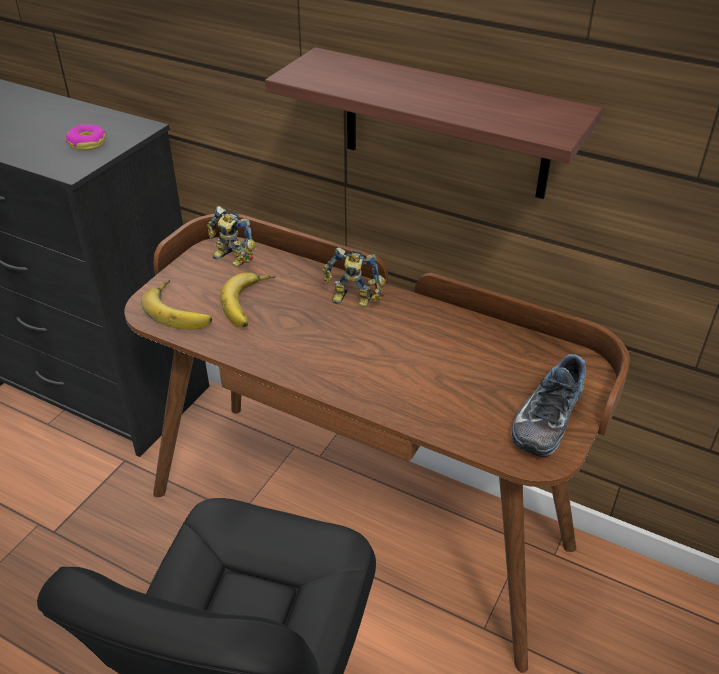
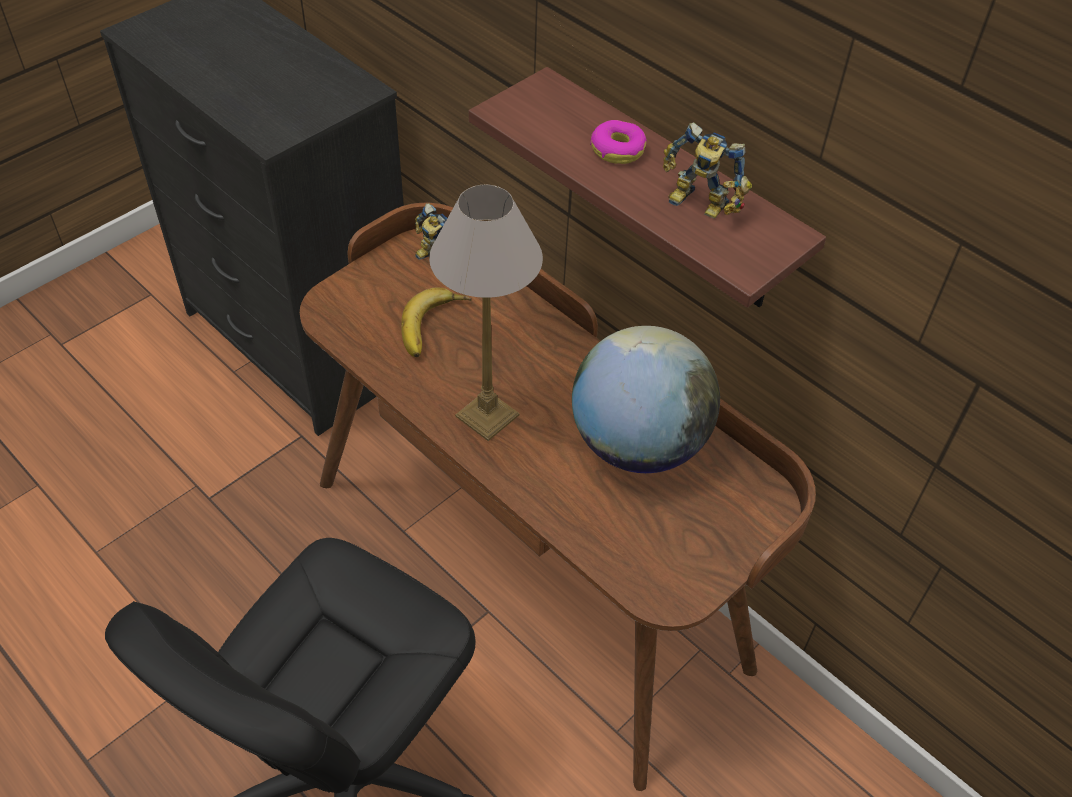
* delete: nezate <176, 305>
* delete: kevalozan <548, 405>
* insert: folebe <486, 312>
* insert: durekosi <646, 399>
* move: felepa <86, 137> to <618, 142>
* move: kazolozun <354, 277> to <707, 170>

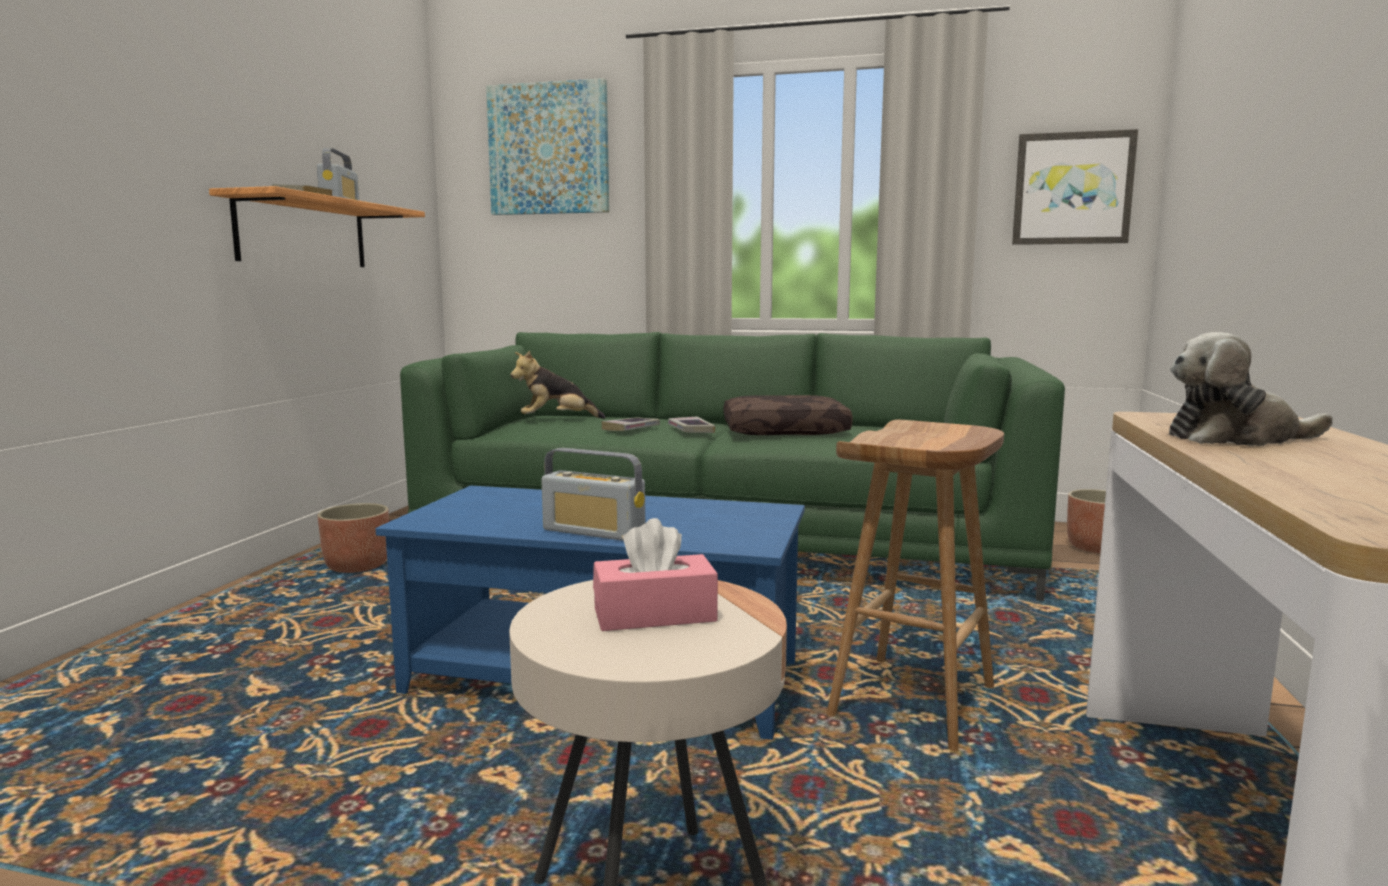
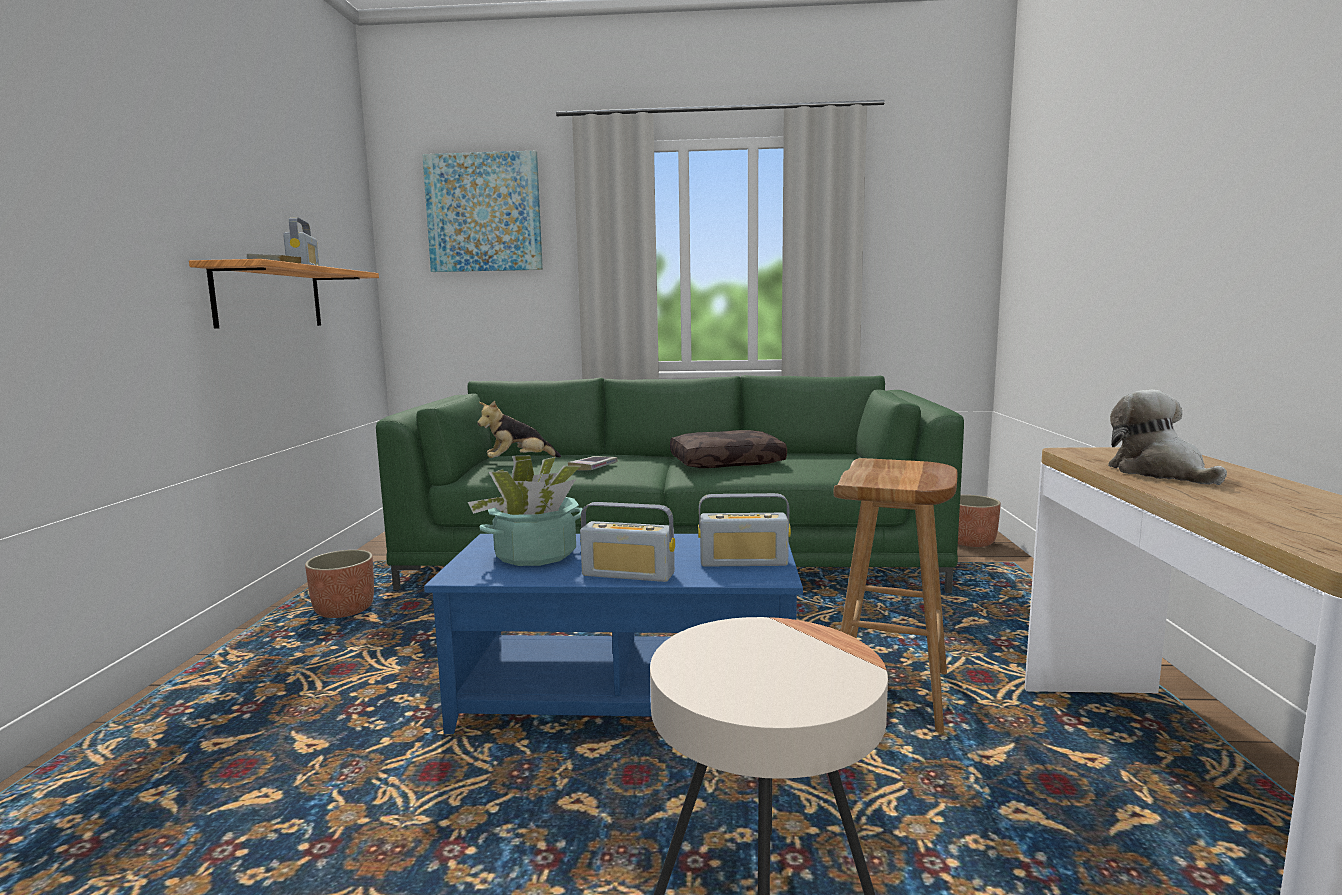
* delete: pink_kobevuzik <655, 574>
* delete: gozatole <691, 424>
* delete: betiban <1075, 187>
* insert: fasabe <525, 510>
* insert: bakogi <744, 530>
* rotate: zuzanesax <1251, 389> = <1167, 437> 90 degrees clockwise

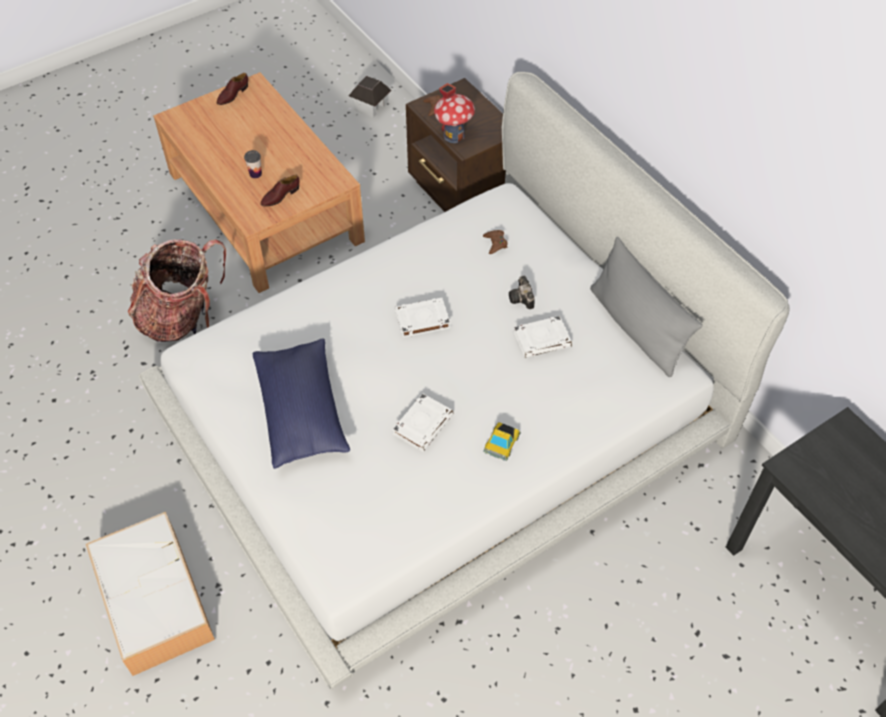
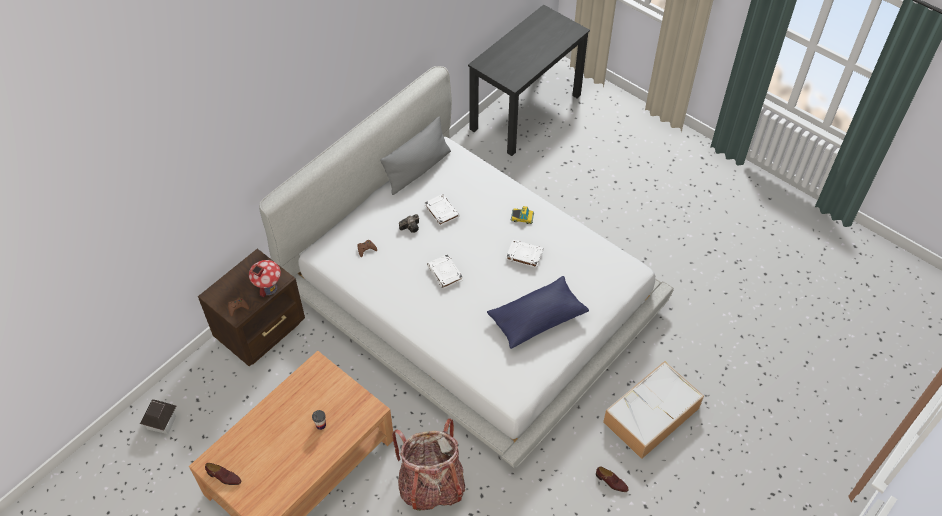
* move: brown_kevalozan <280, 191> to <612, 479>

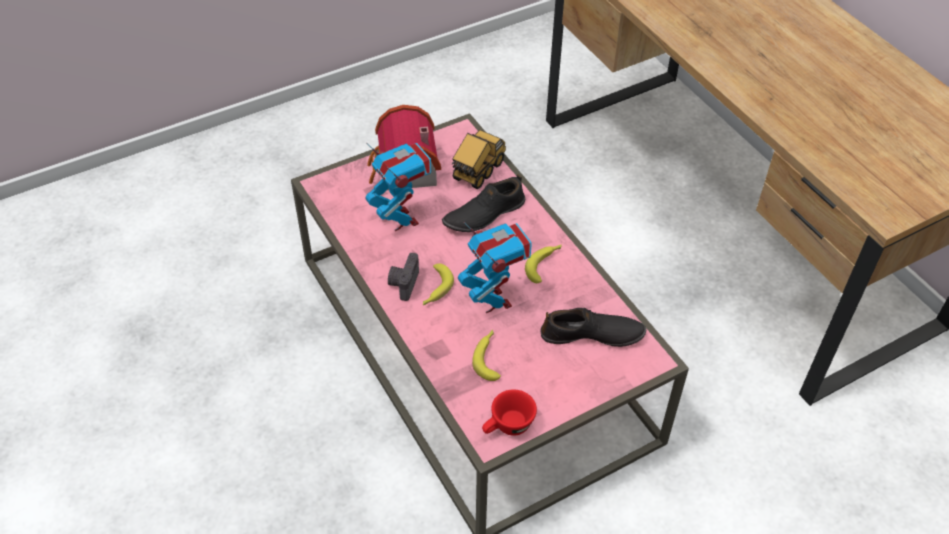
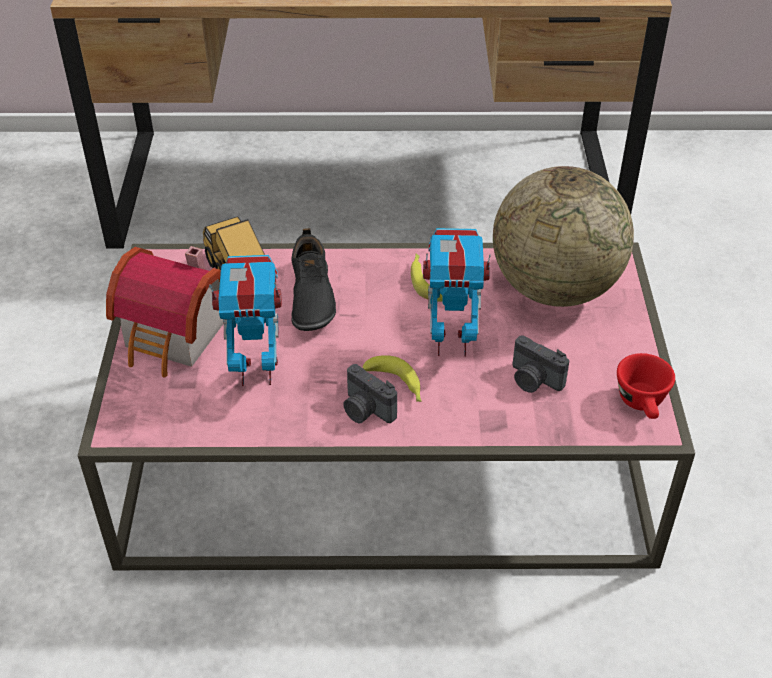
* replace: nezate <486, 355> to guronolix <541, 364>
* replace: black_kevalozan <593, 327> to durekosi <563, 236>

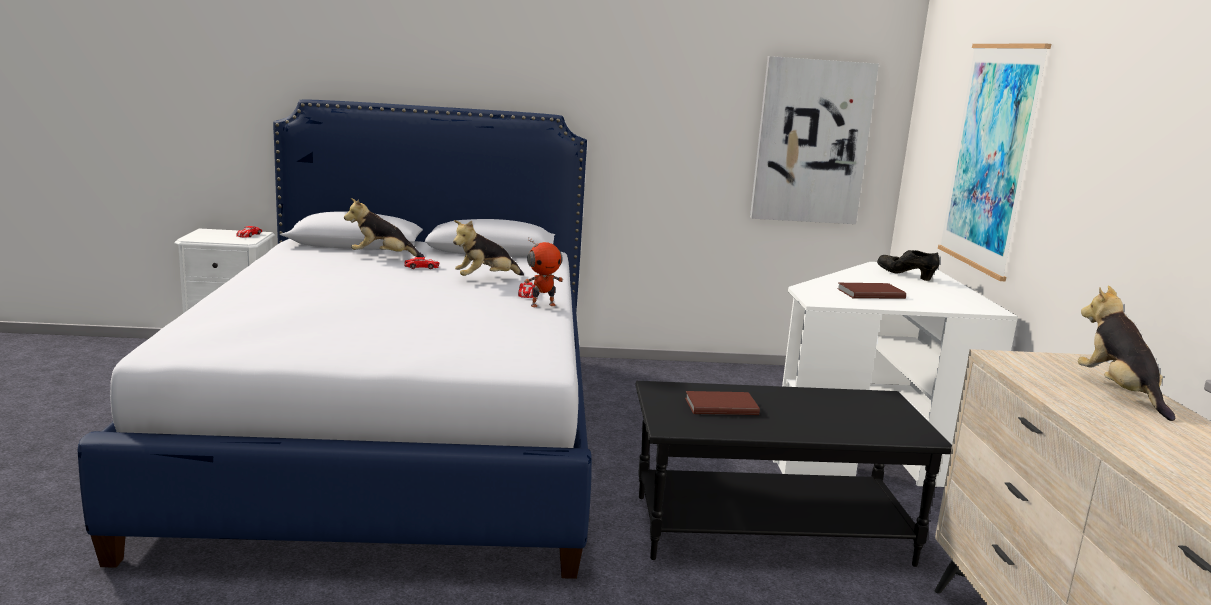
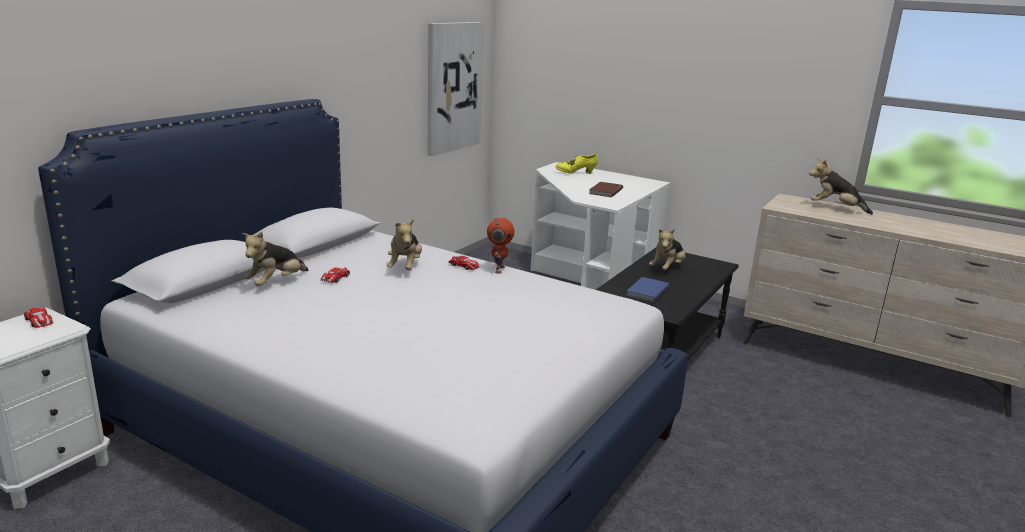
* delete: betiban <994, 162>
* insert: zuzanesax <667, 249>
* recolor: brown_gozatole <722, 403> to blue_gozatole <648, 289>
* recolor: black_kevalozan <908, 265> to yellow_kevalozan <577, 164>

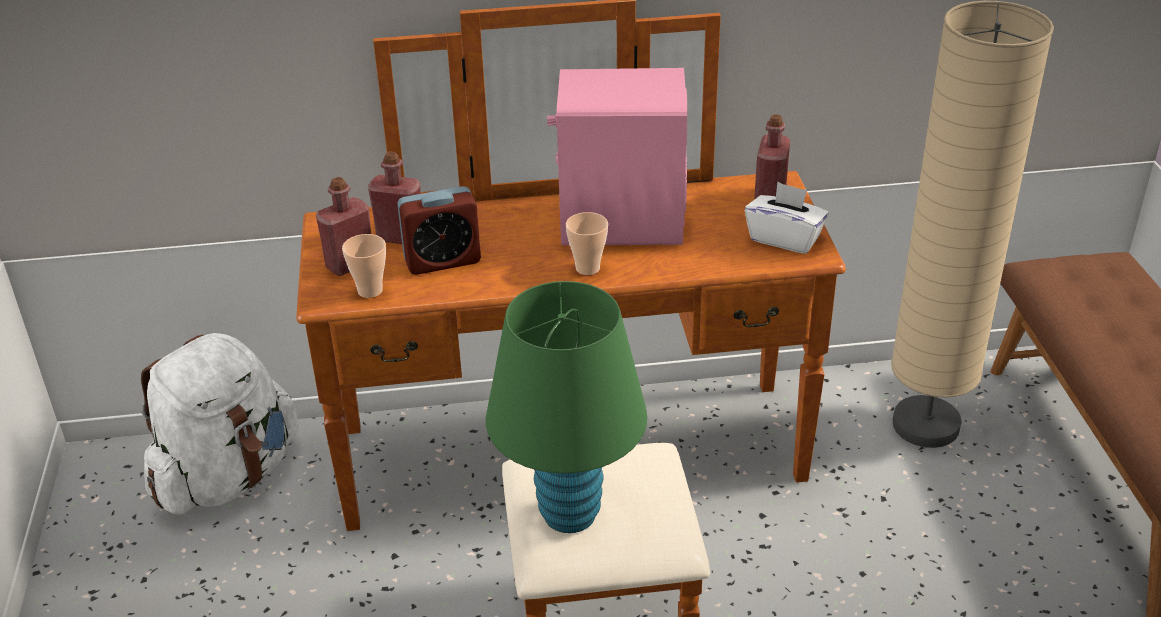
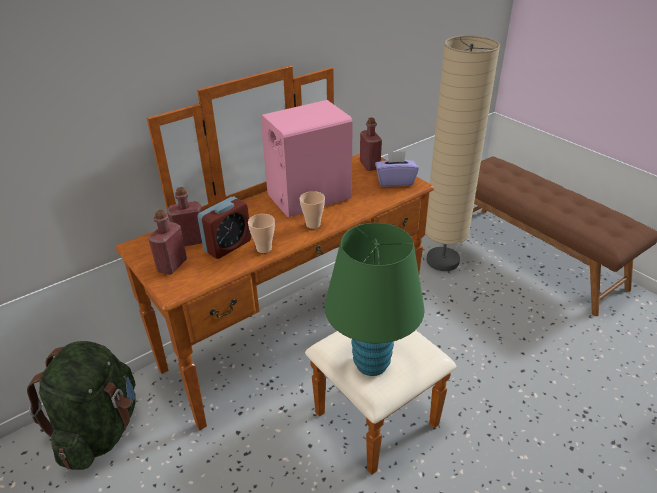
* move: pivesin <364, 266> to <261, 233>
* recolor: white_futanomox <220, 423> to green_futanomox <81, 405>
* recolor: white_kobevuzik <787, 218> to purple_kobevuzik <397, 169>

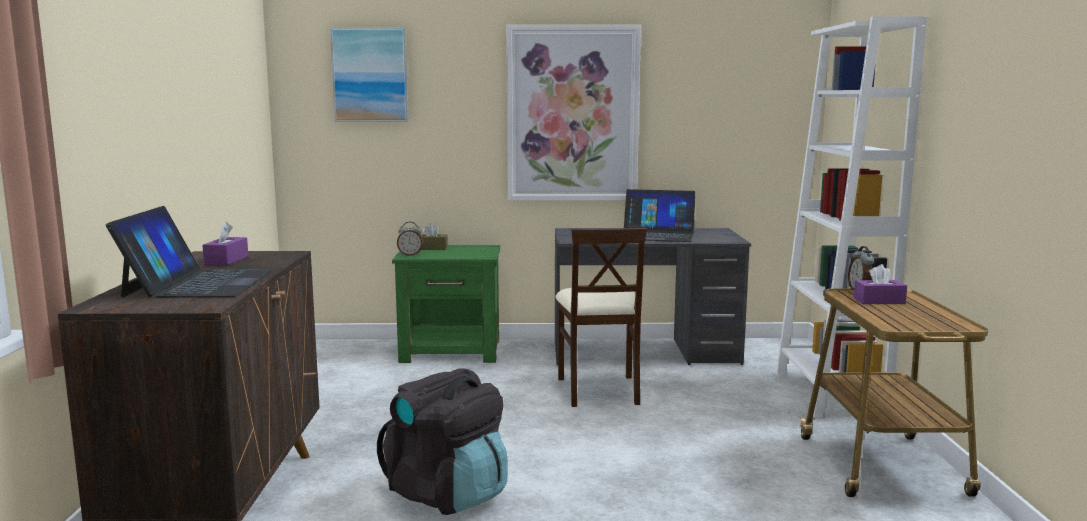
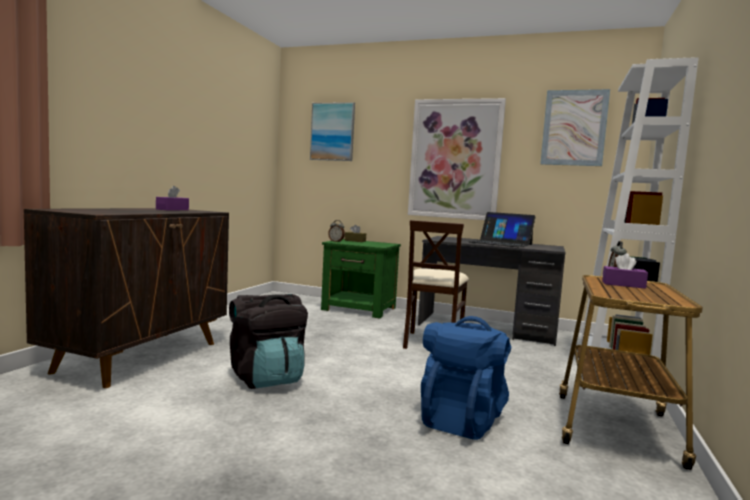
* delete: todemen <189, 252>
* insert: blue_futanomox <466, 378>
* insert: betiban <575, 127>

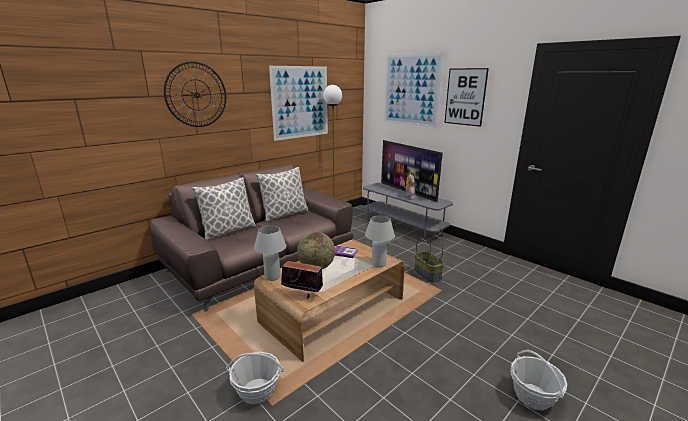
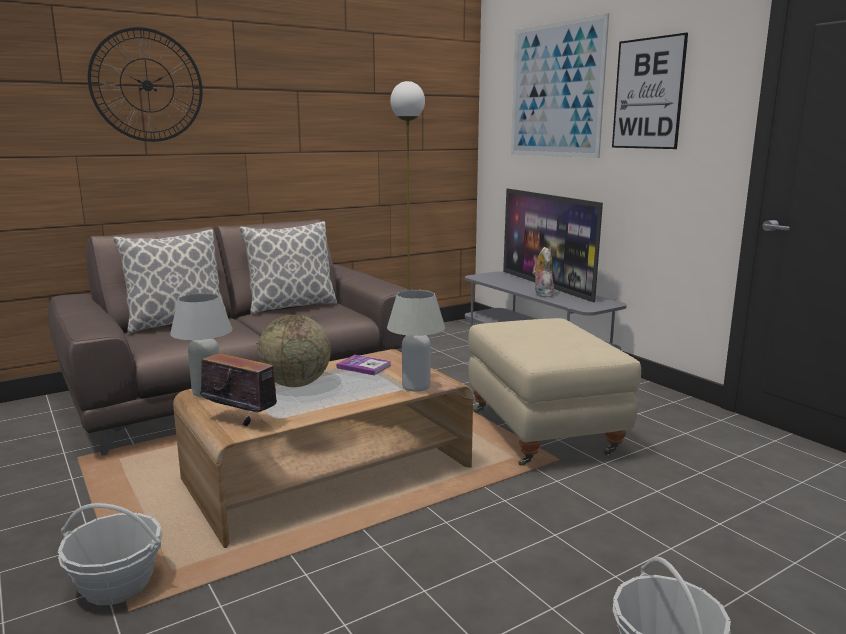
* delete: betiban <298, 103>
* replace: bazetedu <429, 259> to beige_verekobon <555, 392>

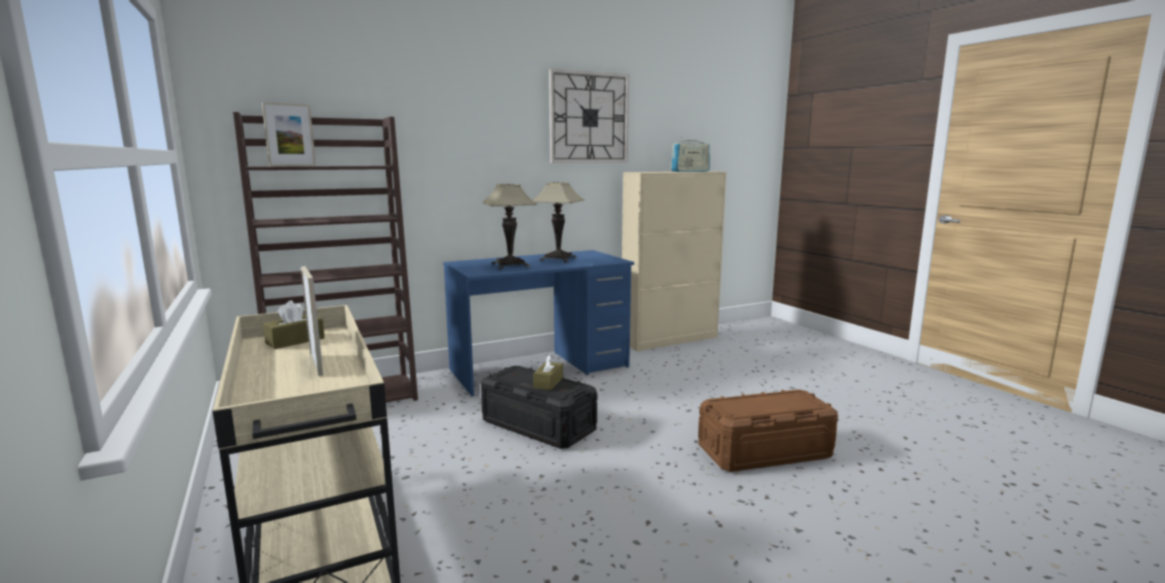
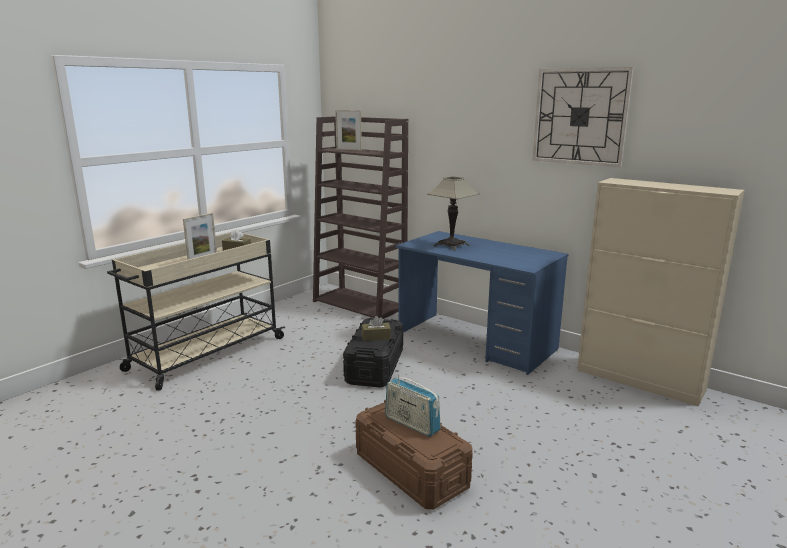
* delete: folebe <558, 222>
* move: bakogi <690, 154> to <413, 405>

